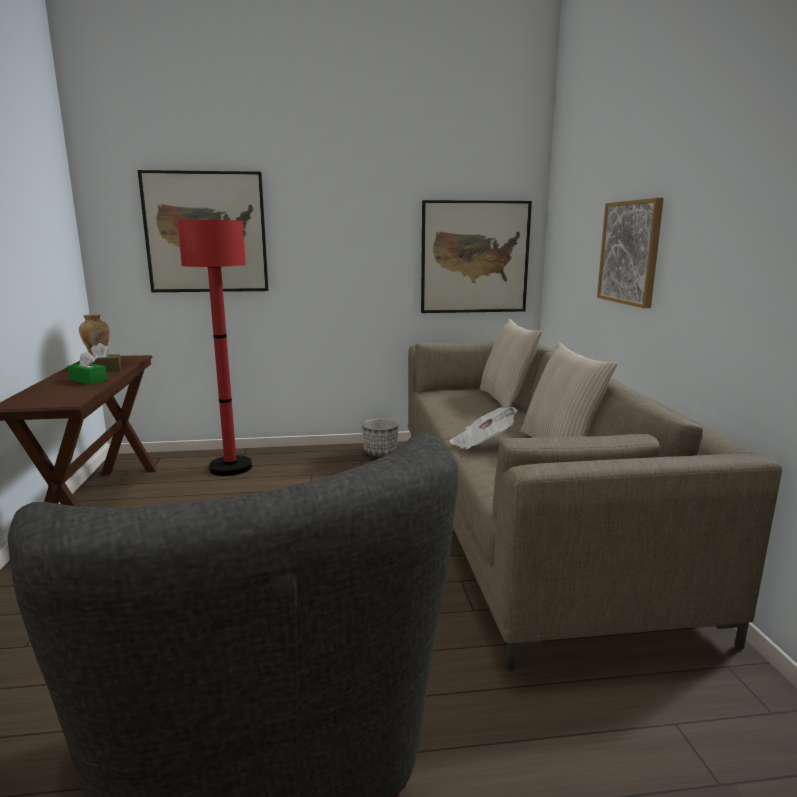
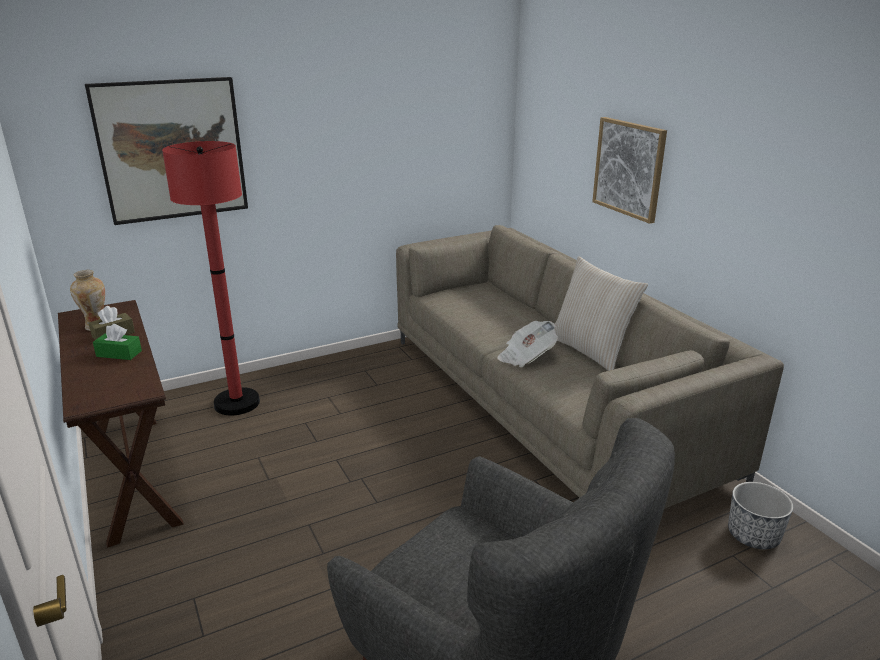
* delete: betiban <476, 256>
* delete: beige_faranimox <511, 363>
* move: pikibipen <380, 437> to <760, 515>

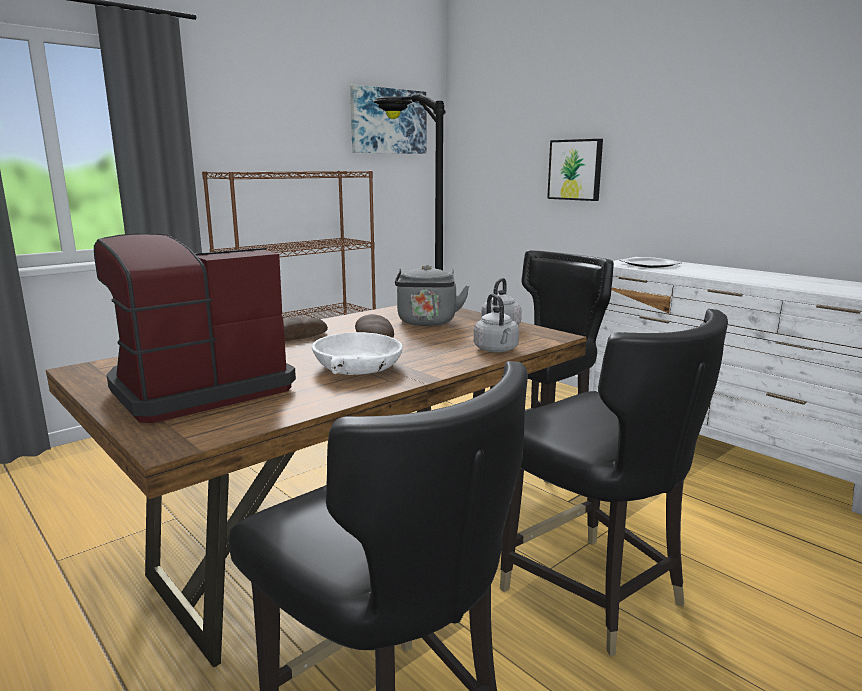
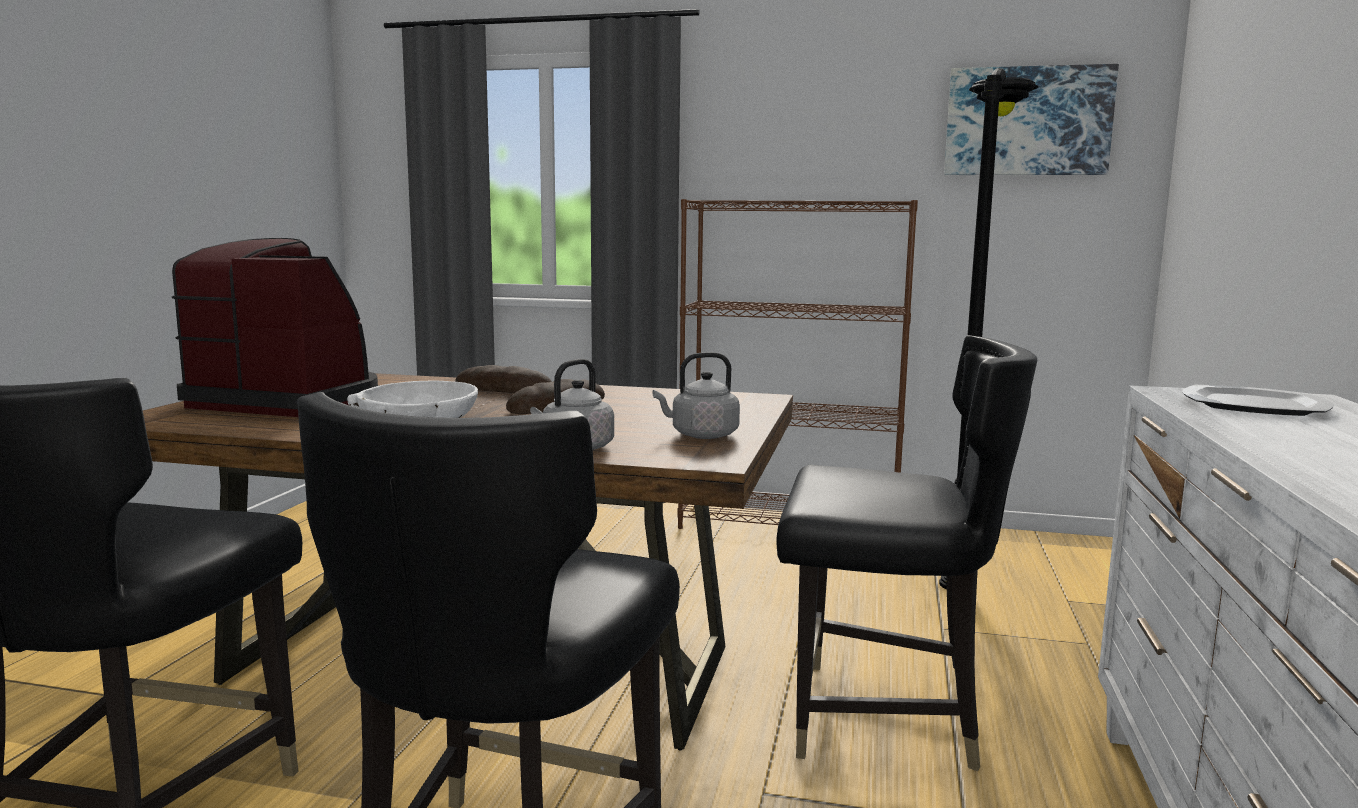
* delete: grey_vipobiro <432, 295>
* delete: betiban <575, 170>

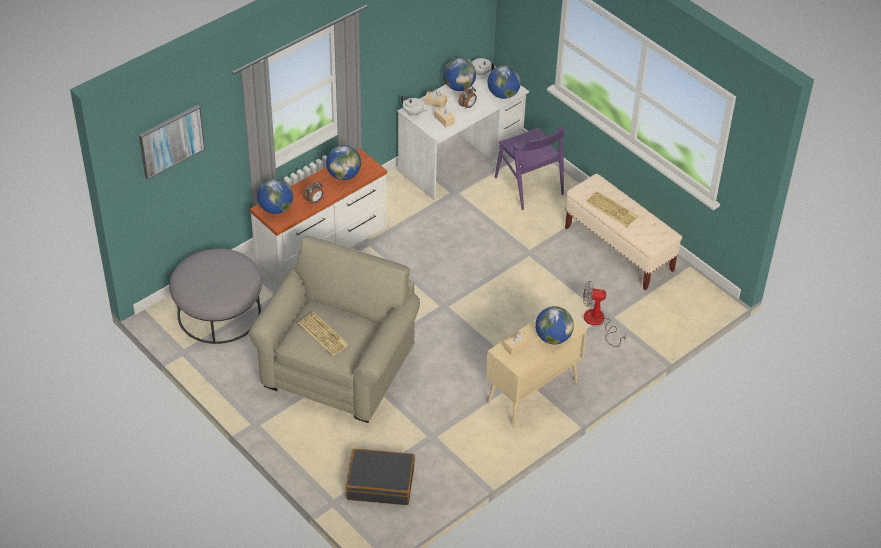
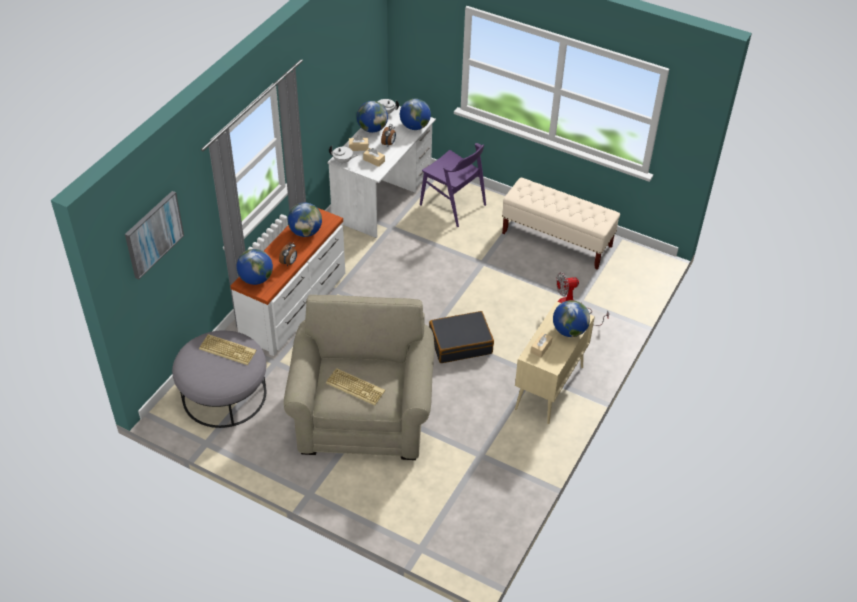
* move: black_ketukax <380, 477> to <461, 337>
* move: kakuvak <612, 209> to <228, 349>

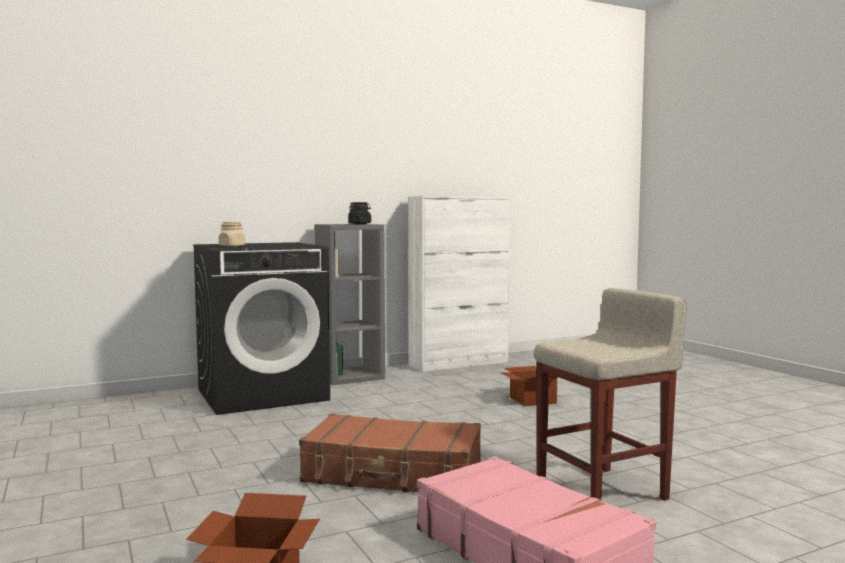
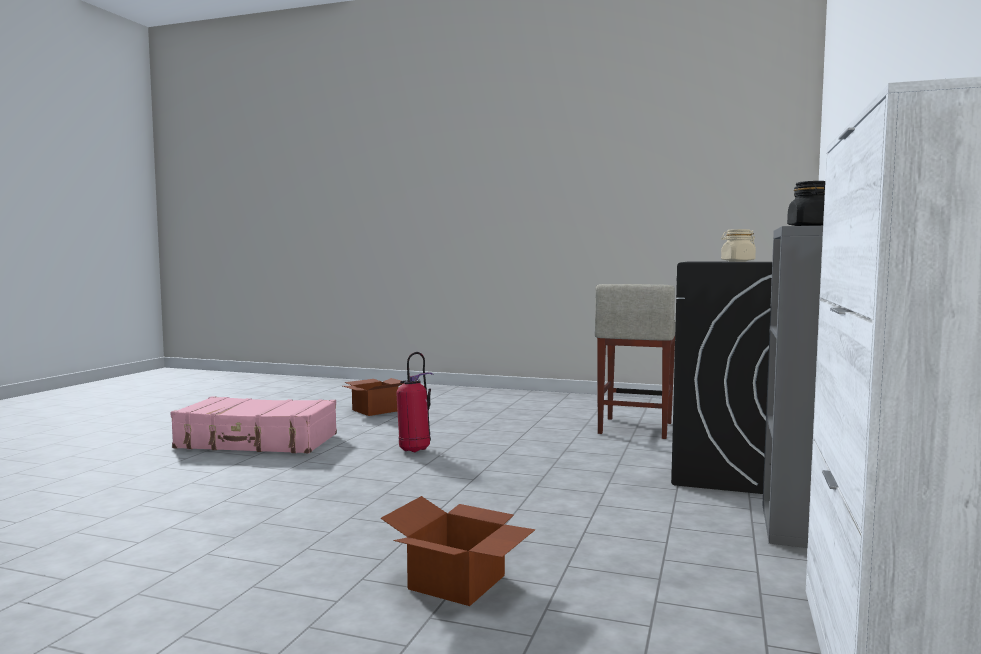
* move: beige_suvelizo <610, 394> to <635, 361>
* replace: brown_ketukax <390, 452> to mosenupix <415, 402>

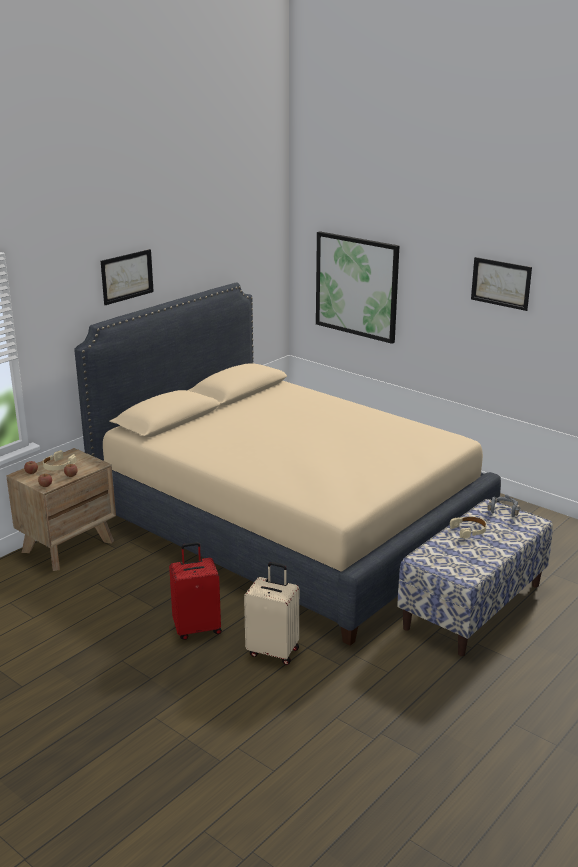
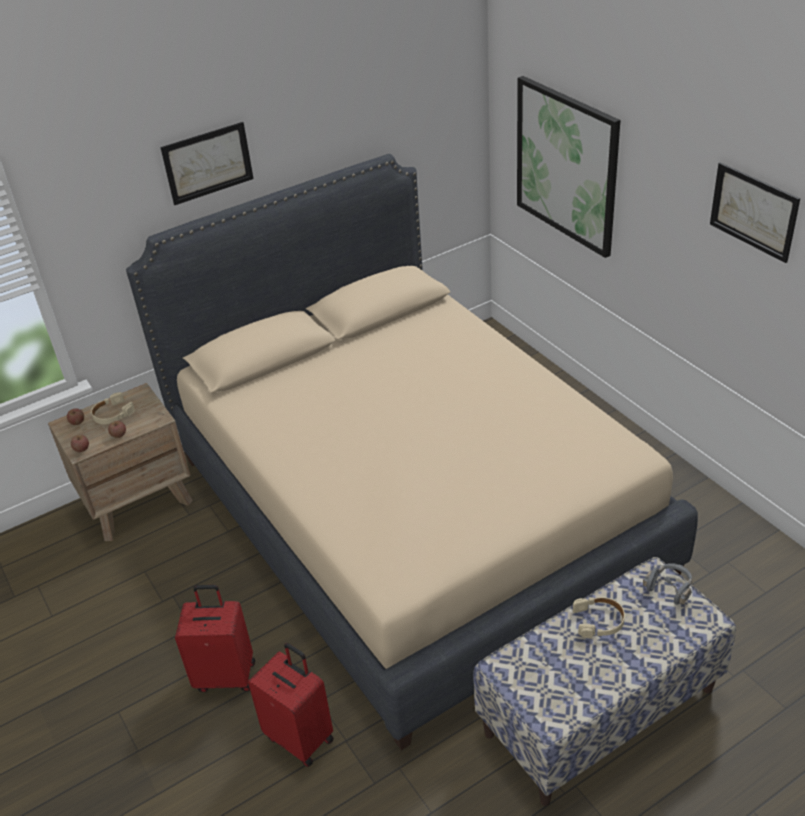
* recolor: beige_ketukax <271, 613> to red_ketukax <291, 705>

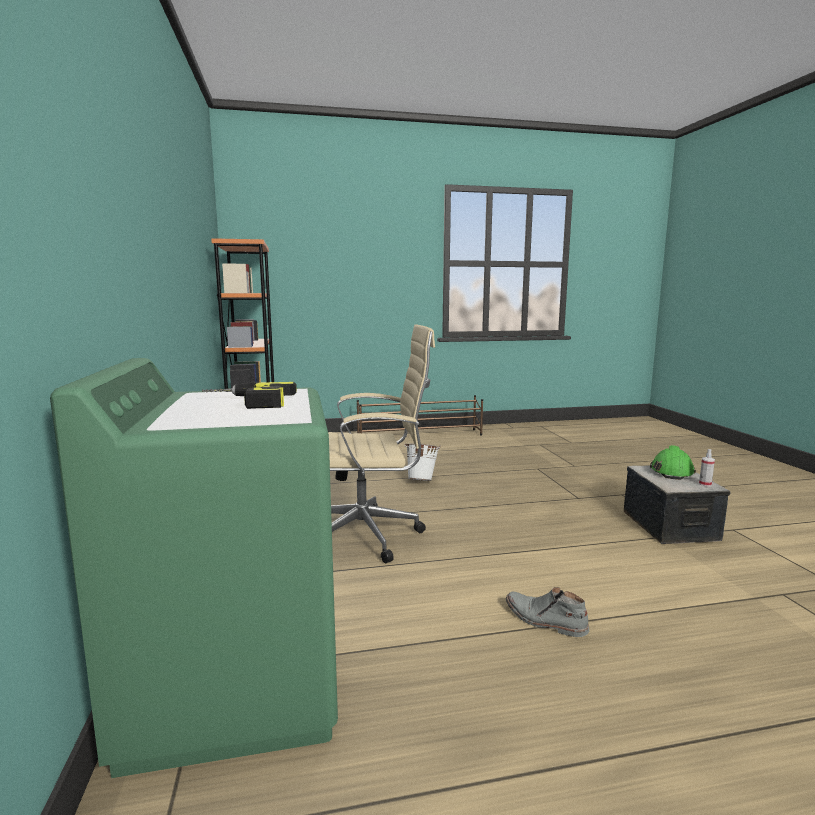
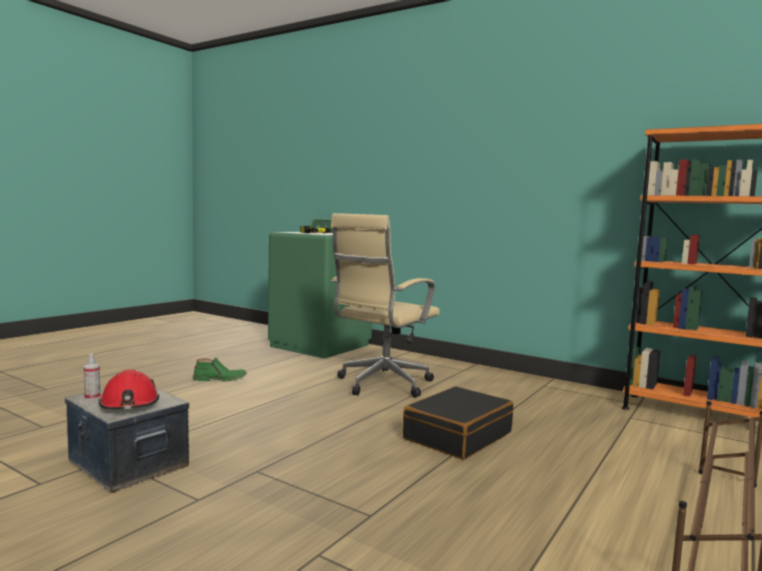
* replace: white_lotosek <423, 462> to black_ketukax <458, 423>
* recolor: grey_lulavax <547, 612> to green_lulavax <220, 369>
* recolor: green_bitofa <673, 462> to red_bitofa <129, 390>

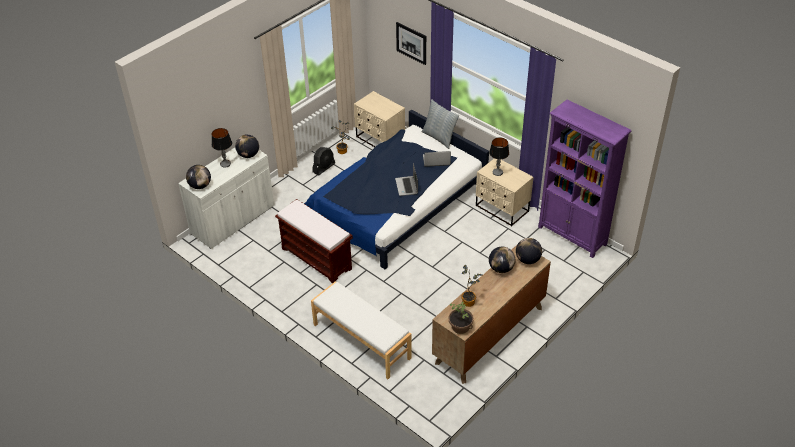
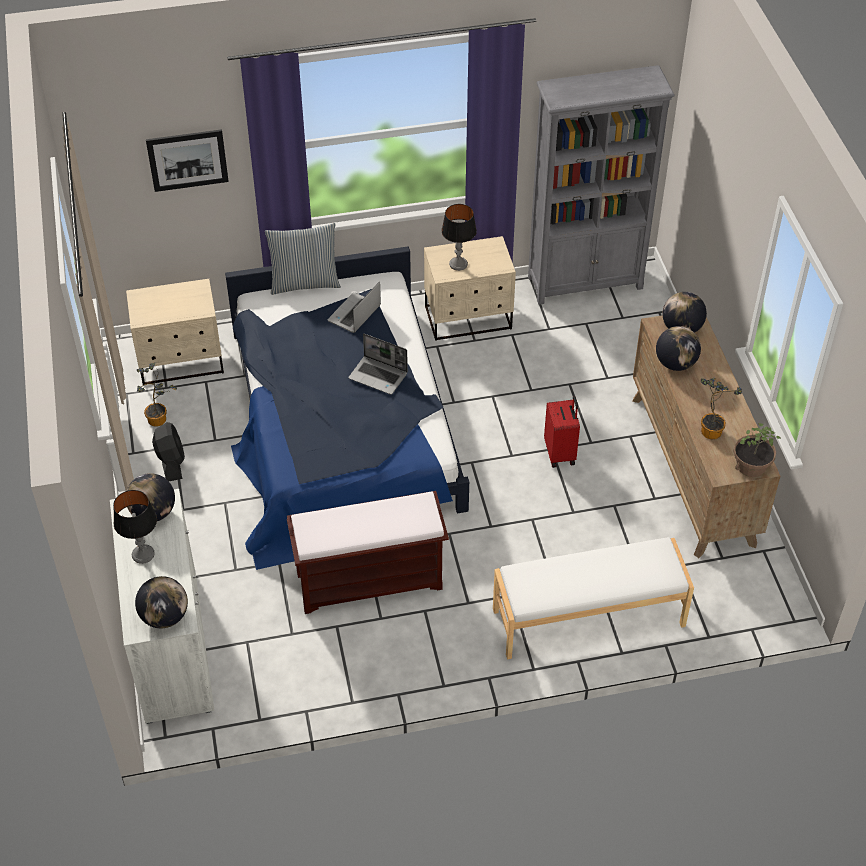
* insert: red_ketukax <562, 432>
* recolor: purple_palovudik <585, 178> to grey_palovudik <601, 185>

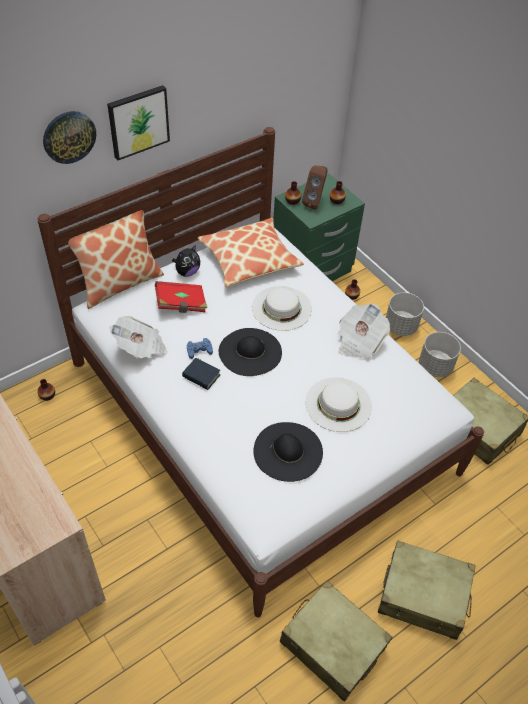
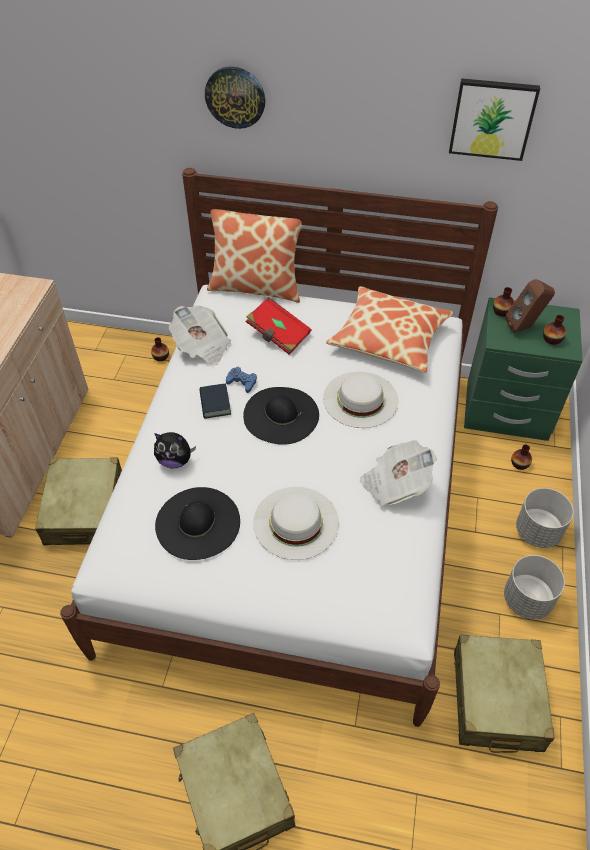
* move: betiban <138, 122> to <494, 119>
* move: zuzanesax <186, 261> to <175, 450>
* move: beige_ketukax <336, 641> to <78, 501>

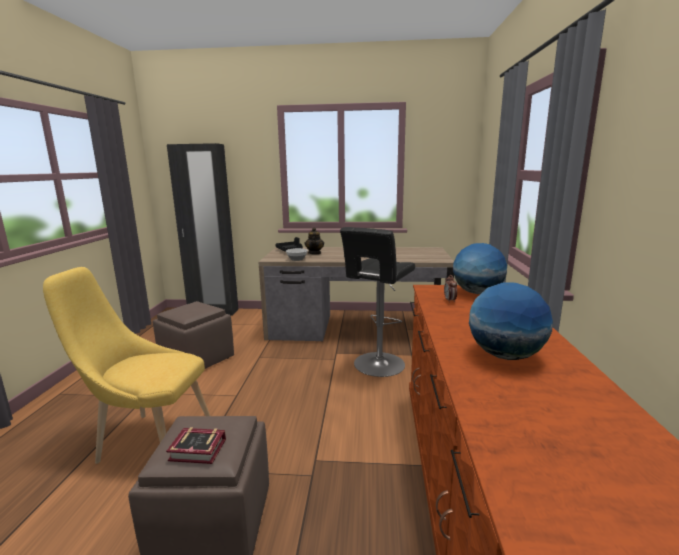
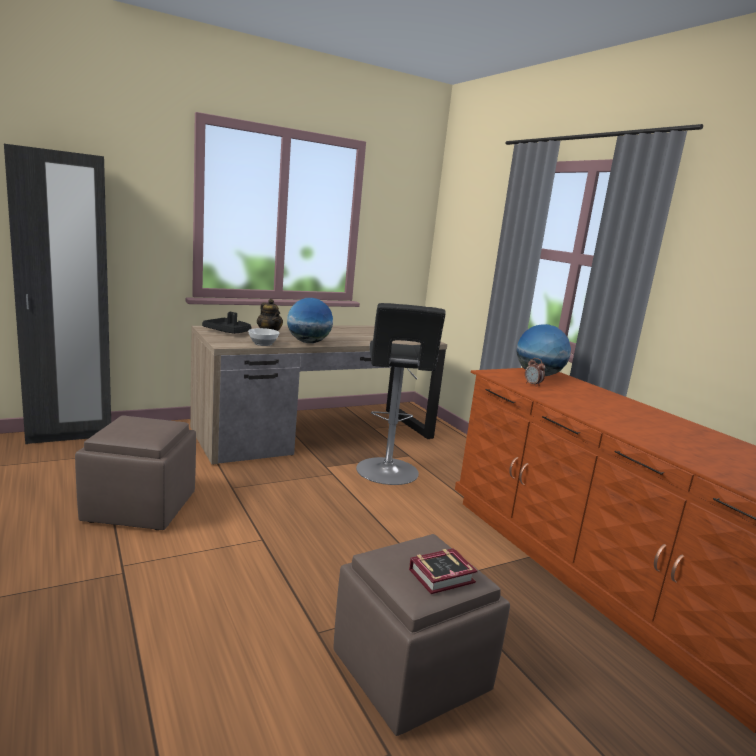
* delete: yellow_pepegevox <126, 365>
* move: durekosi <511, 321> to <310, 320>

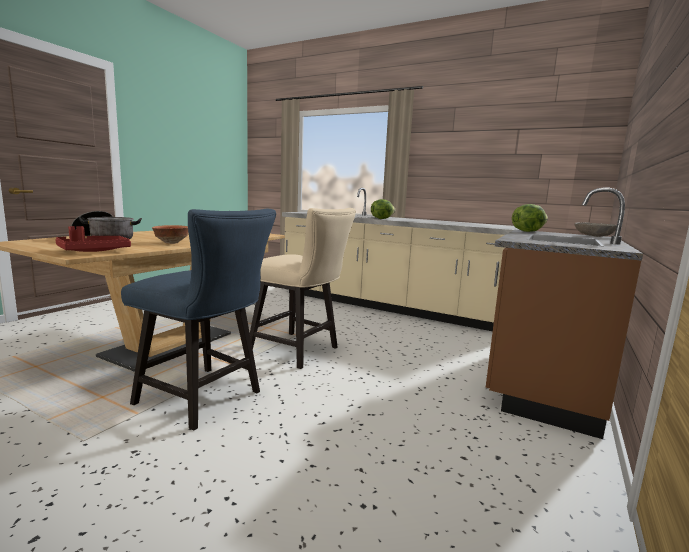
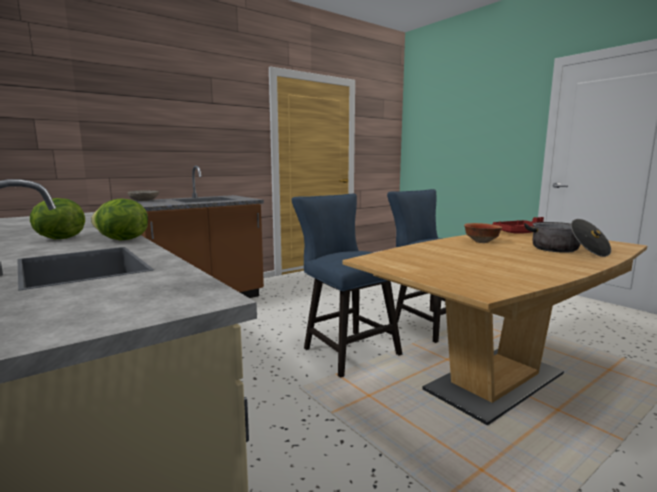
* move: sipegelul <530, 218> to <57, 218>
* recolor: beige_pepegevox <303, 288> to blue_pepegevox <347, 286>

